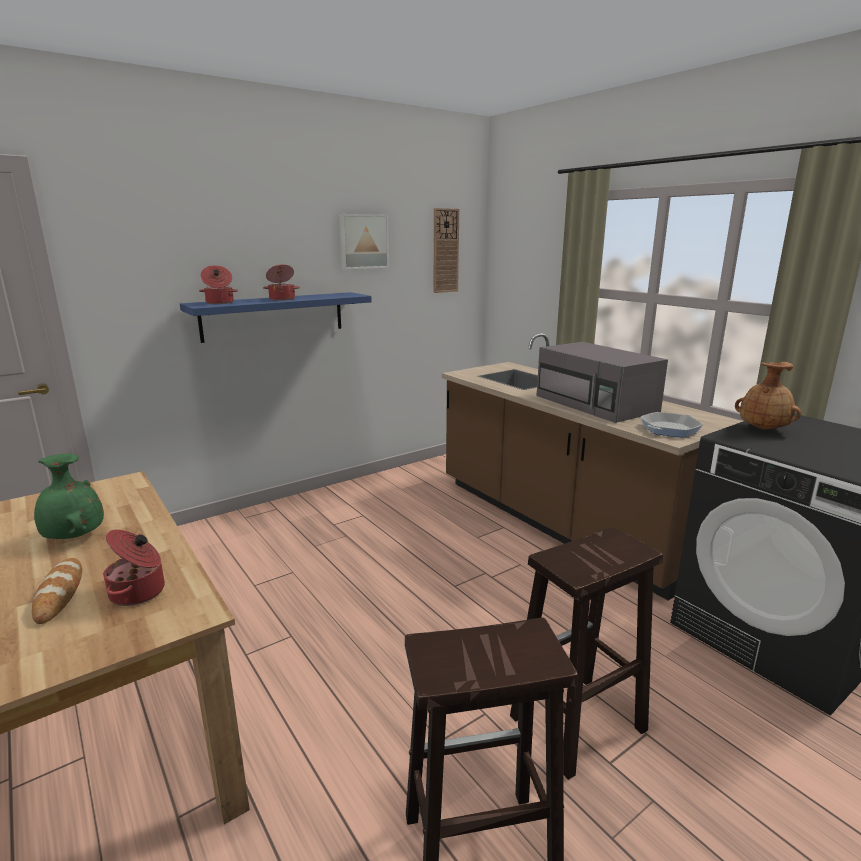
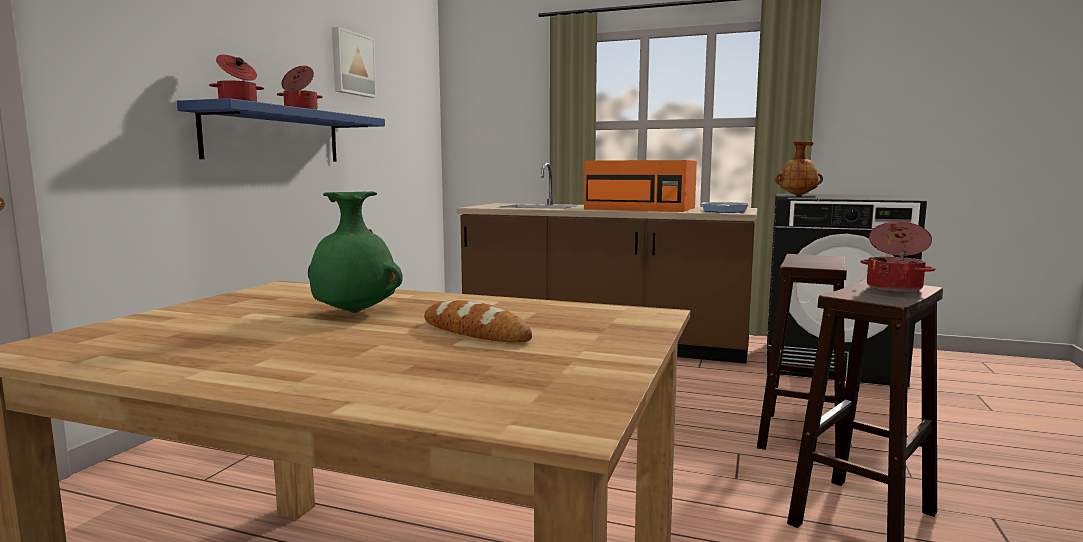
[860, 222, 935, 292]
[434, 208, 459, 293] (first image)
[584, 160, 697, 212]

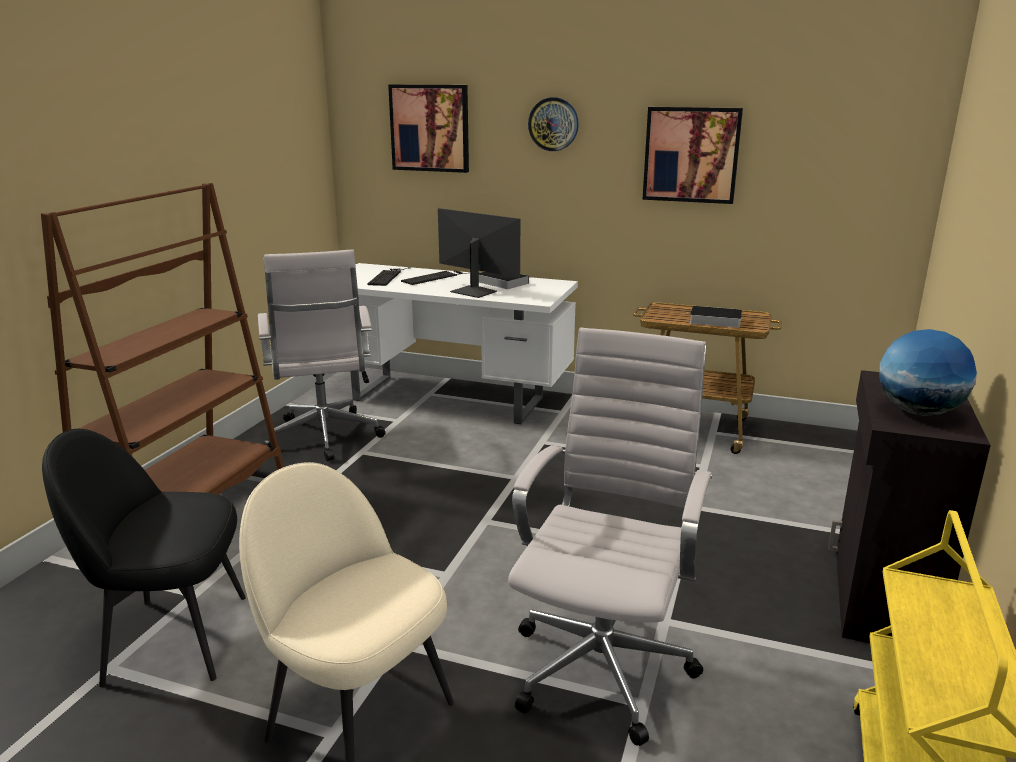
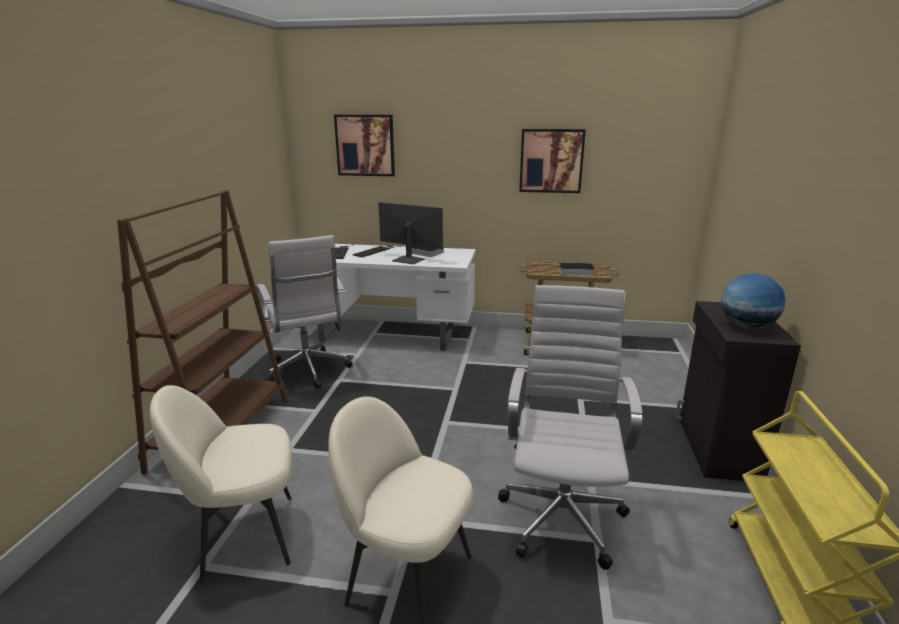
[150, 385, 292, 582]
[528, 97, 579, 151] (first image)

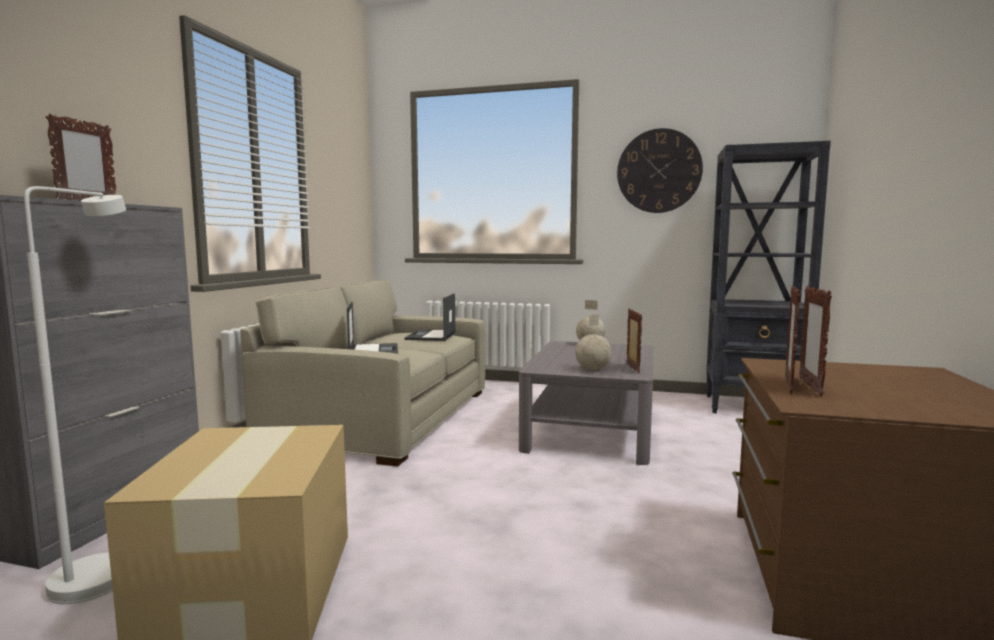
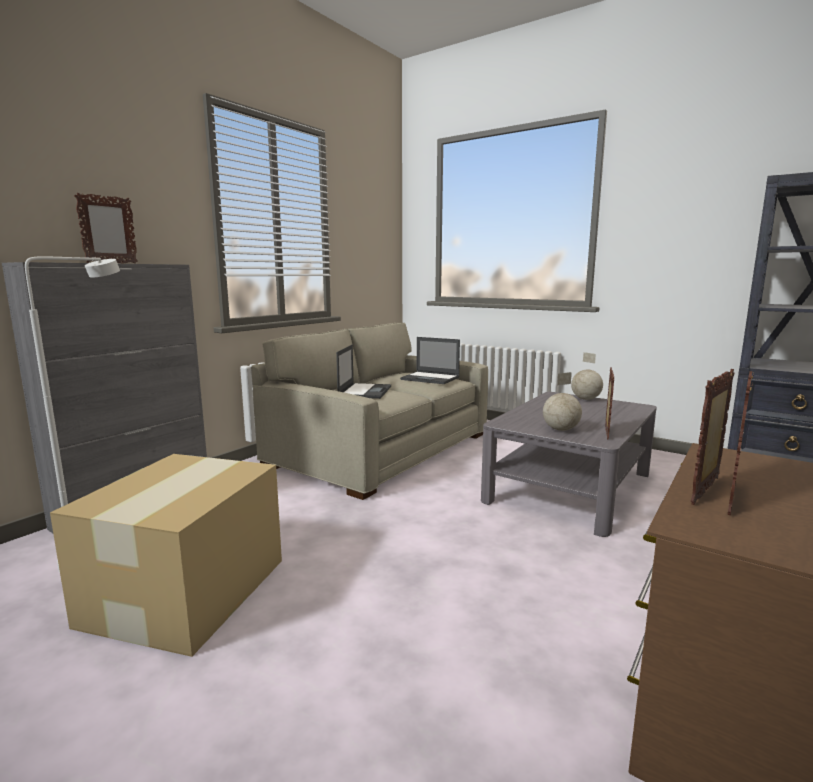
[400, 337, 460, 384]
[617, 128, 703, 213] (first image)

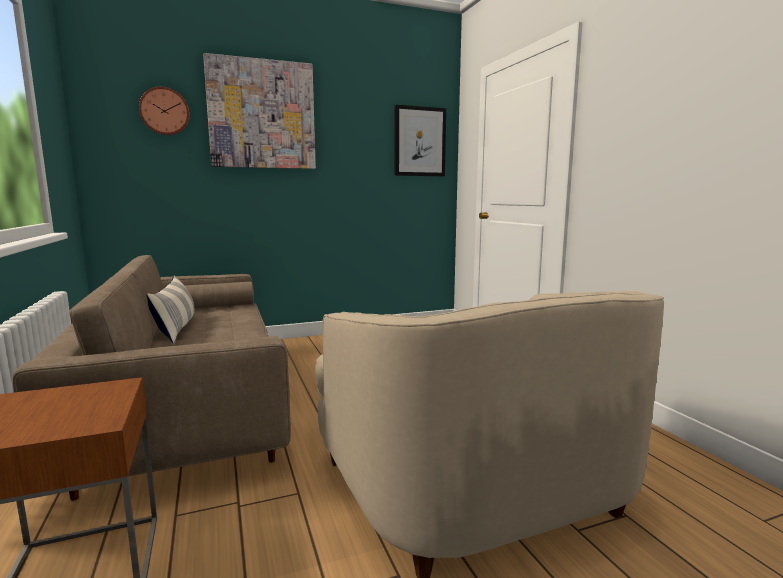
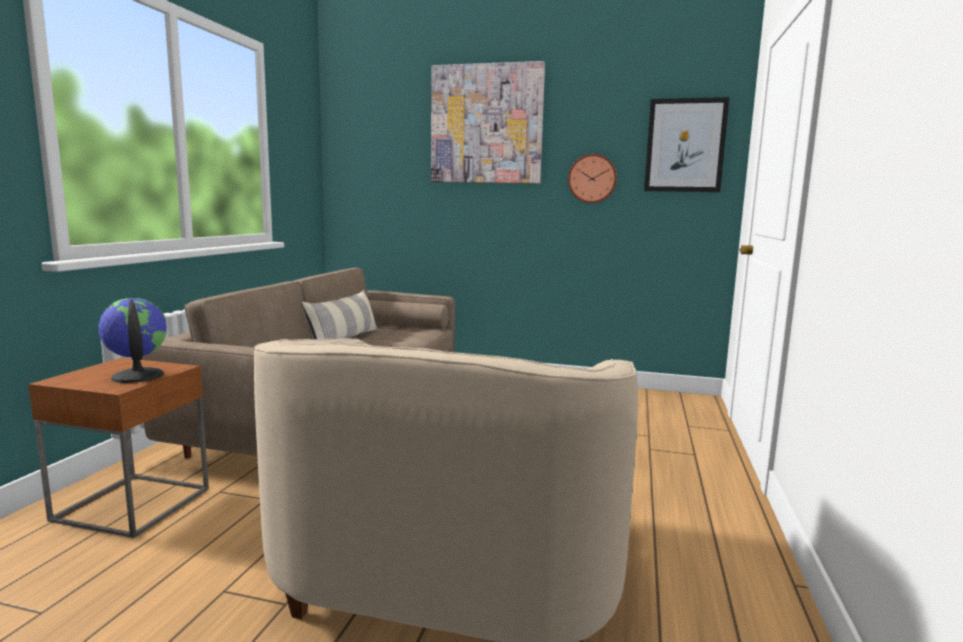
[568, 154, 617, 203]
[98, 298, 167, 383]

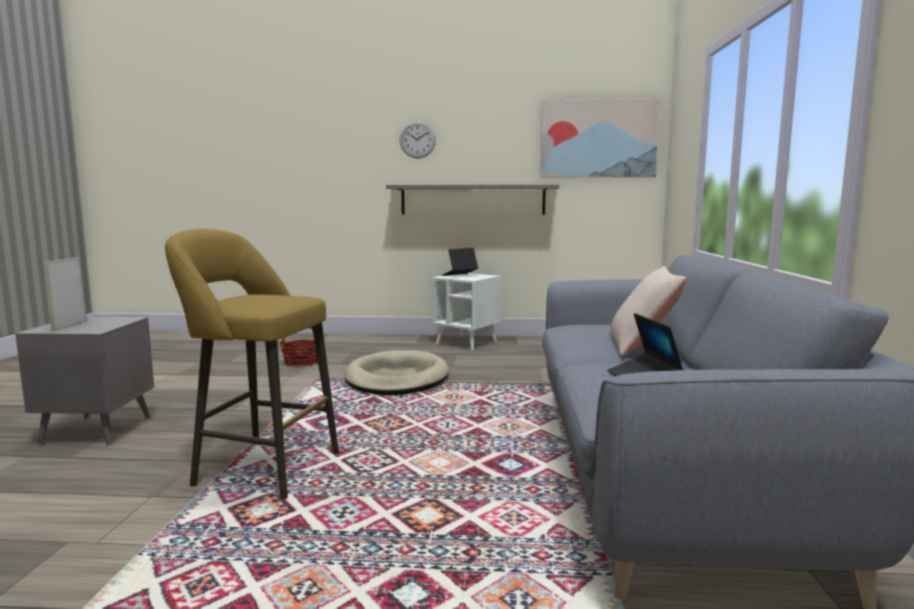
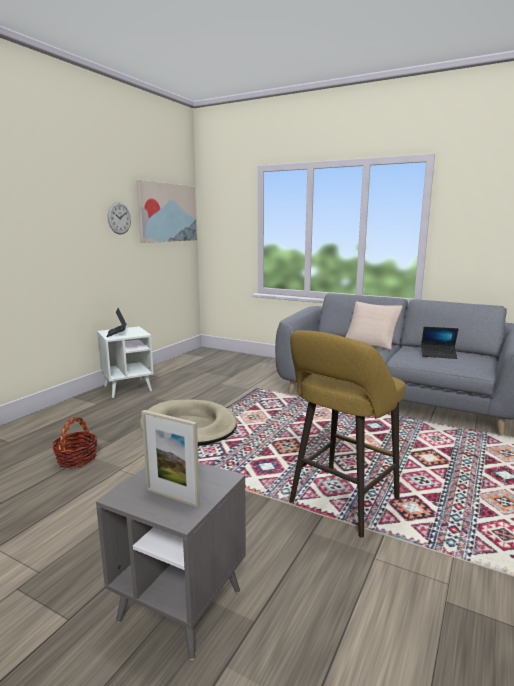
[386, 184, 559, 215] (first image)
[108, 202, 131, 234]

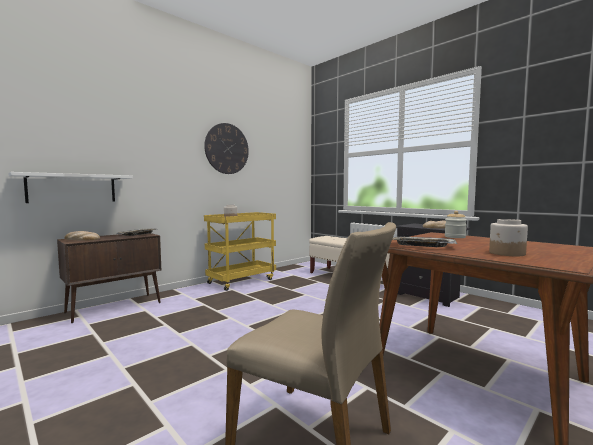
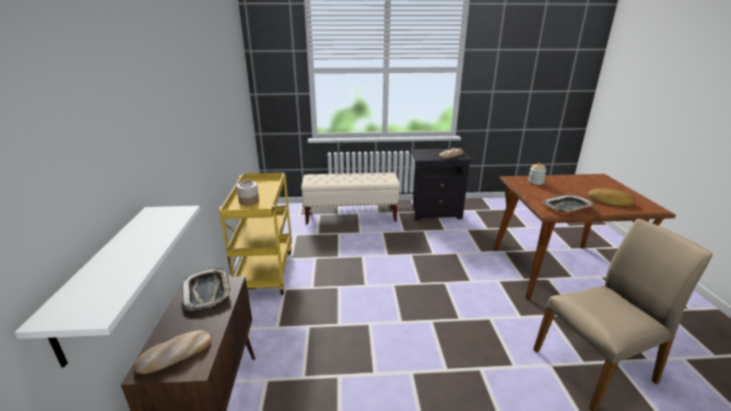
[204, 123, 249, 174] (first image)
[588, 189, 636, 206]

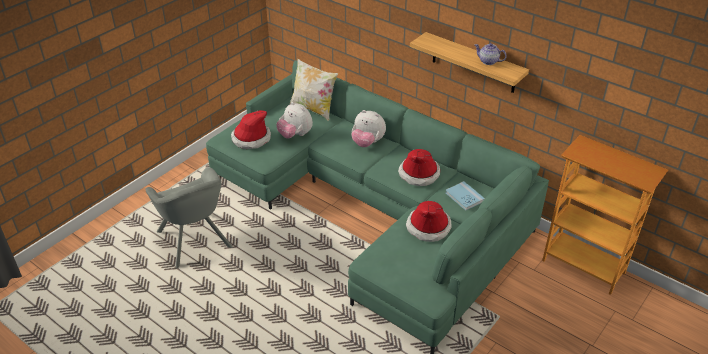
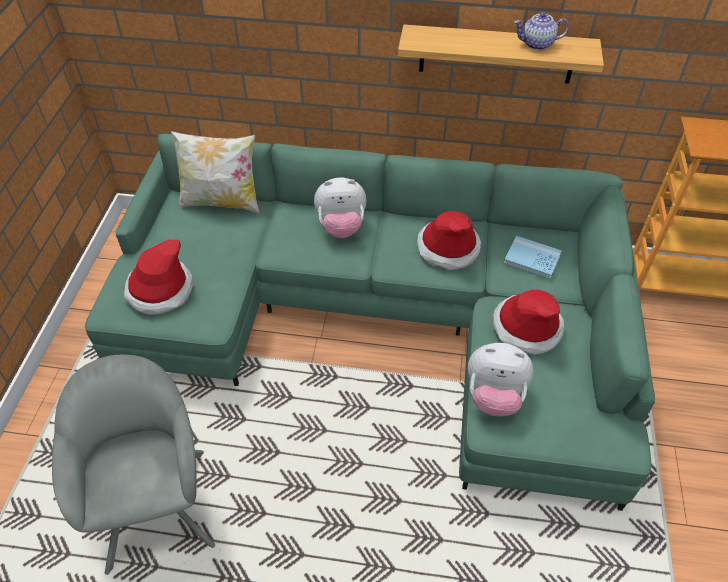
[52, 355, 215, 575]
[468, 343, 533, 416]

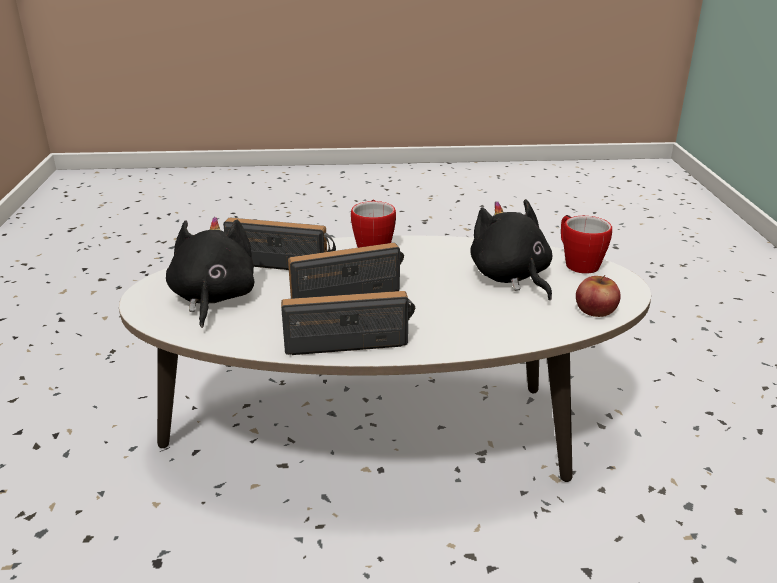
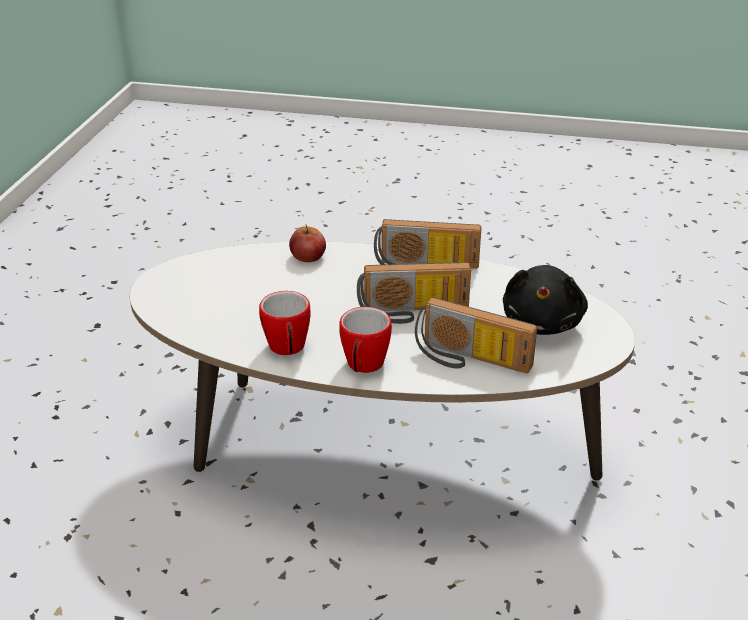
[470, 199, 552, 300] (first image)
[259, 291, 311, 355]
[289, 224, 326, 262]

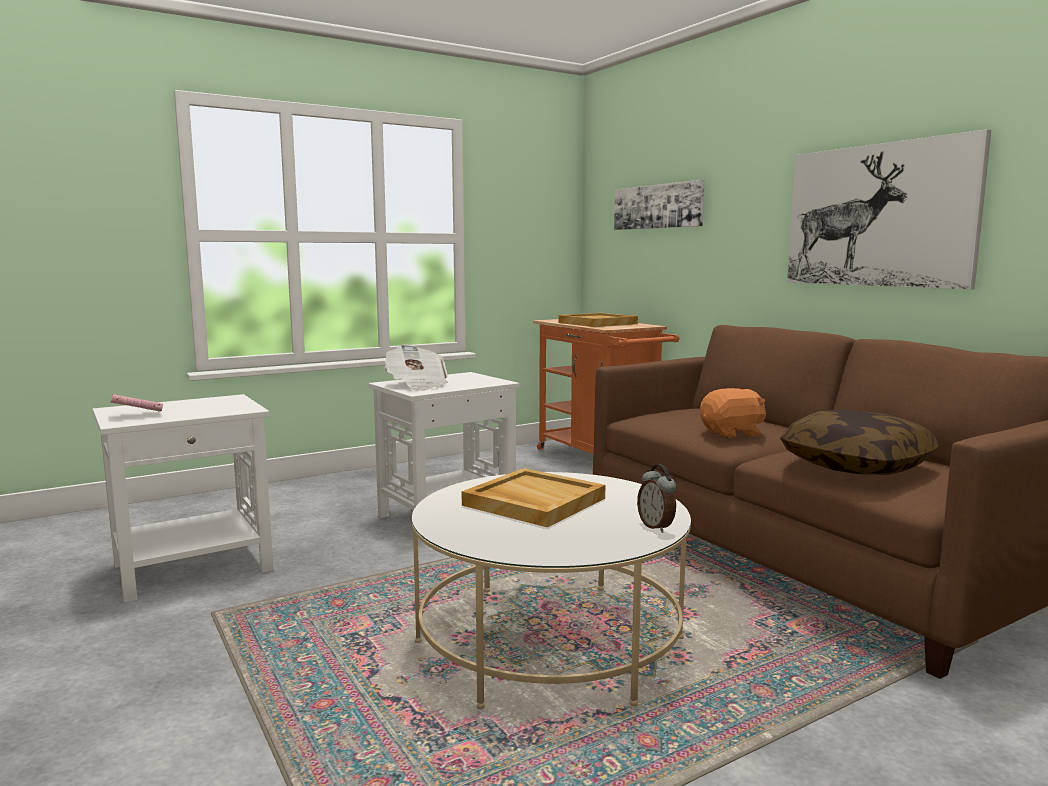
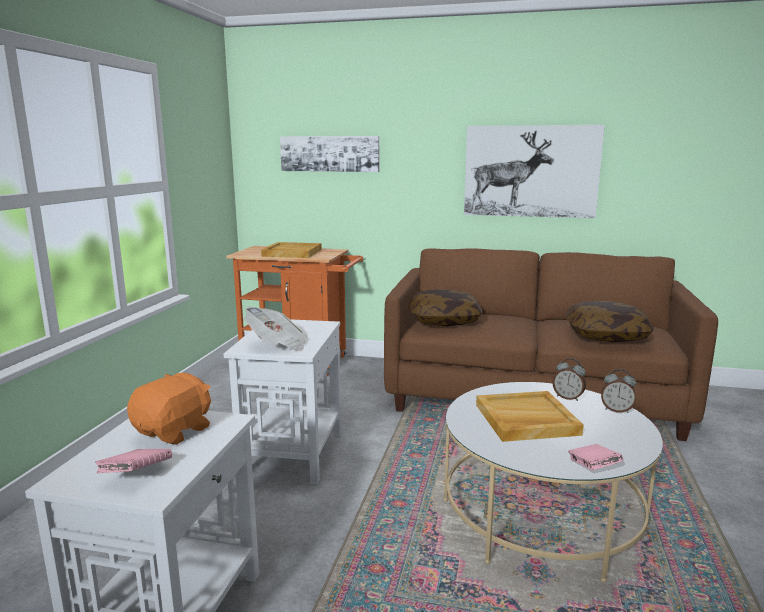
[127, 373, 211, 445]
[408, 289, 482, 326]
[552, 358, 586, 401]
[568, 444, 623, 470]

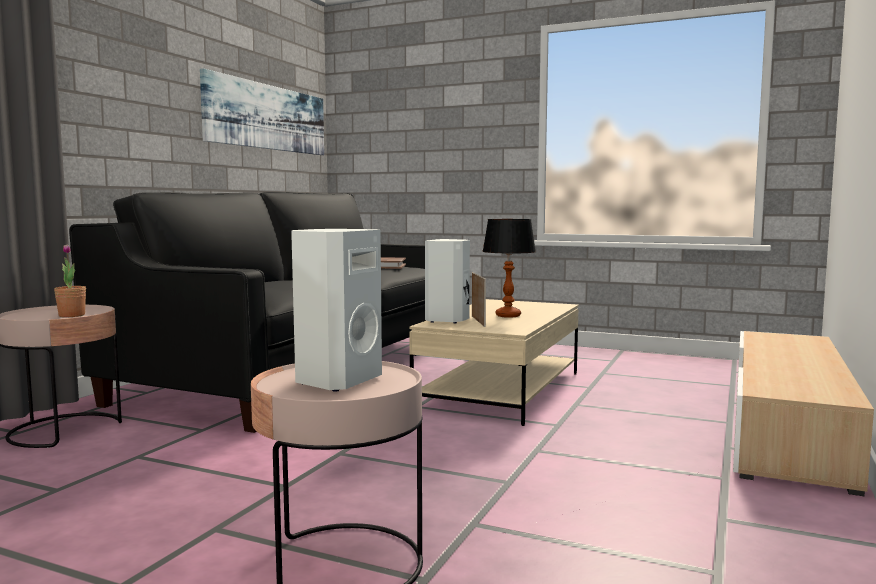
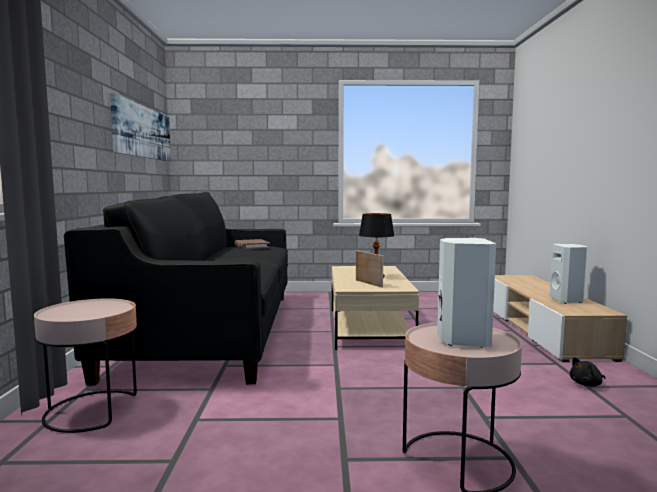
[54, 244, 86, 317] (first image)
[550, 244, 587, 304]
[570, 357, 606, 387]

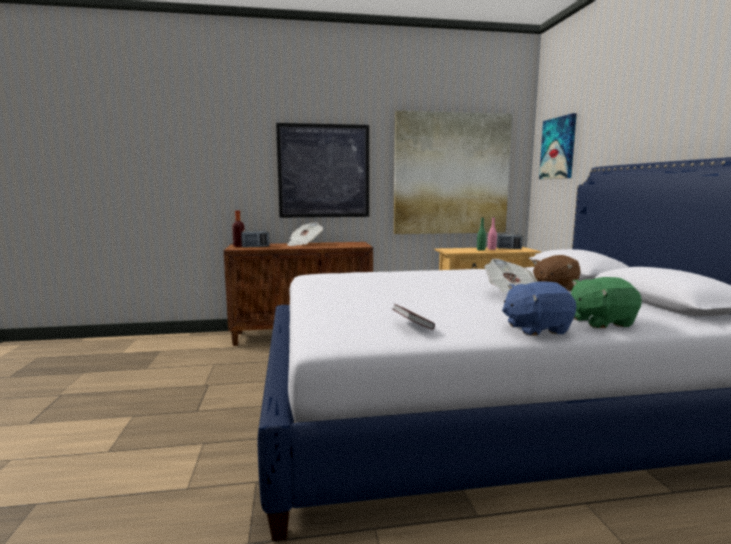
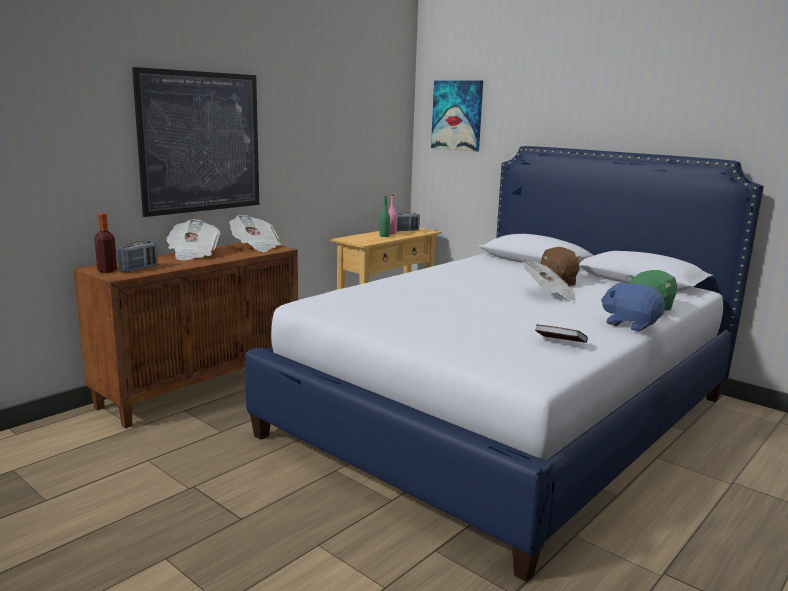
[394, 111, 512, 234] (first image)
[601, 283, 665, 331]
[229, 215, 281, 252]

